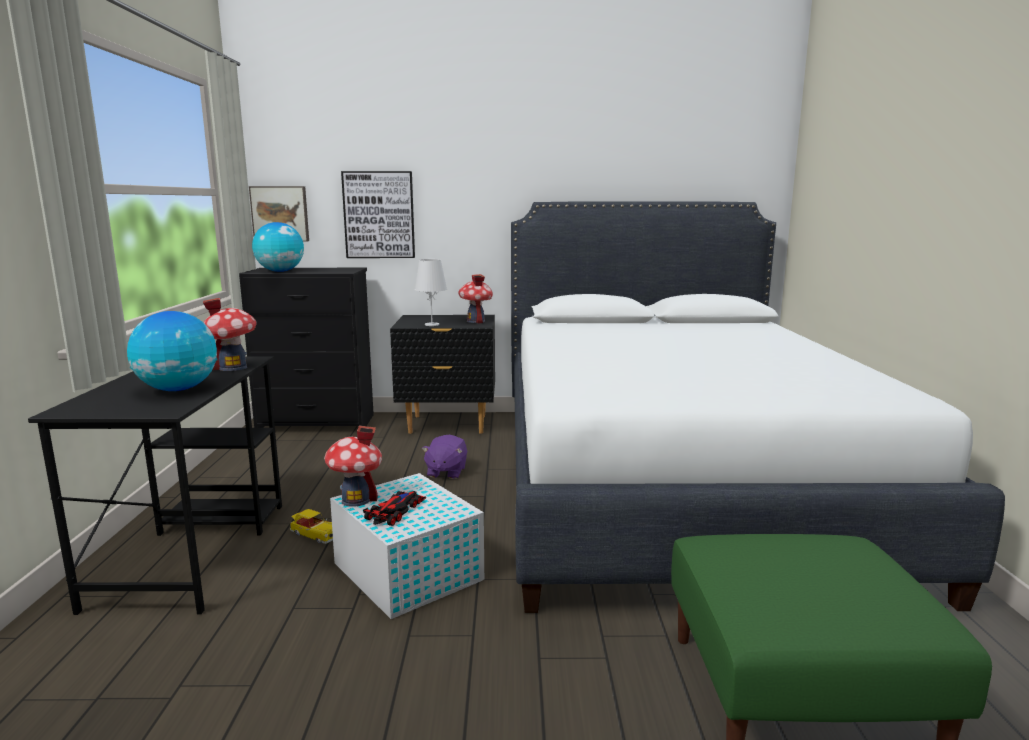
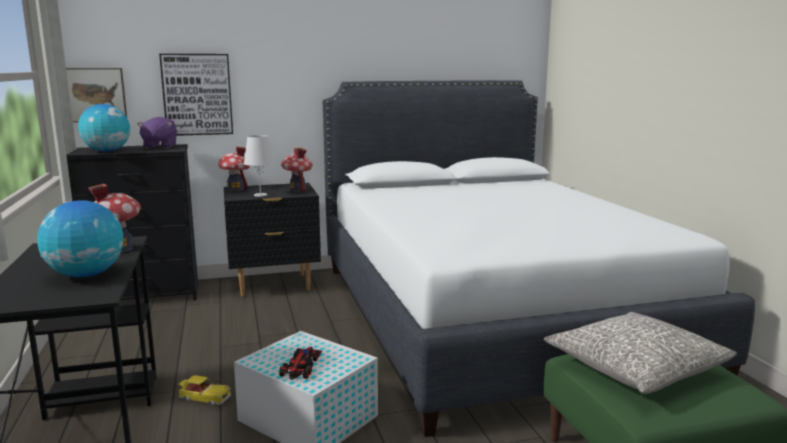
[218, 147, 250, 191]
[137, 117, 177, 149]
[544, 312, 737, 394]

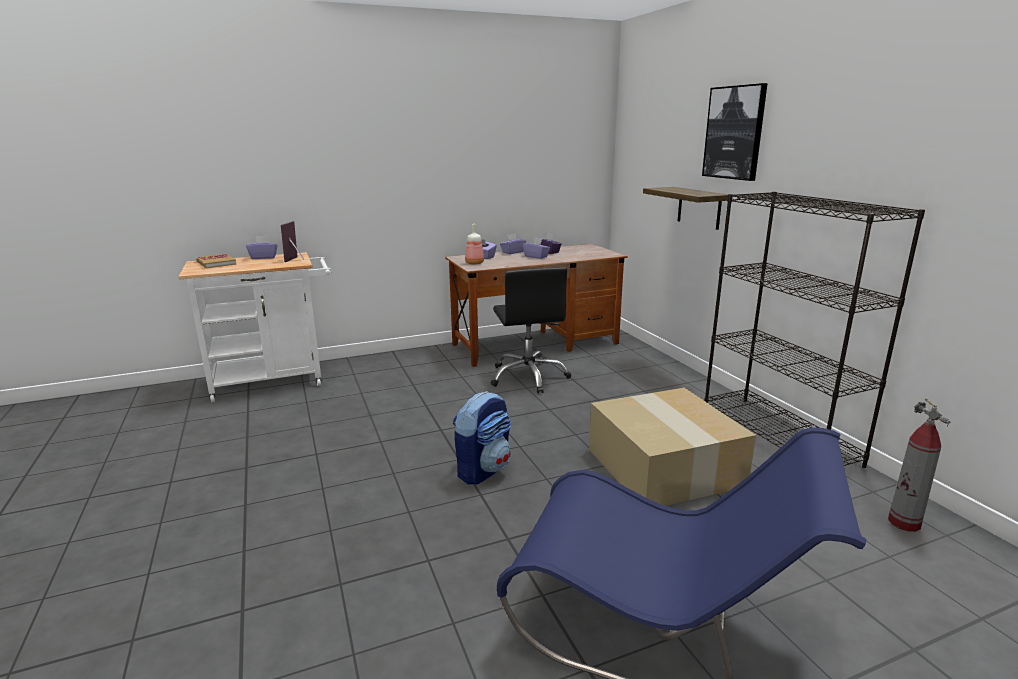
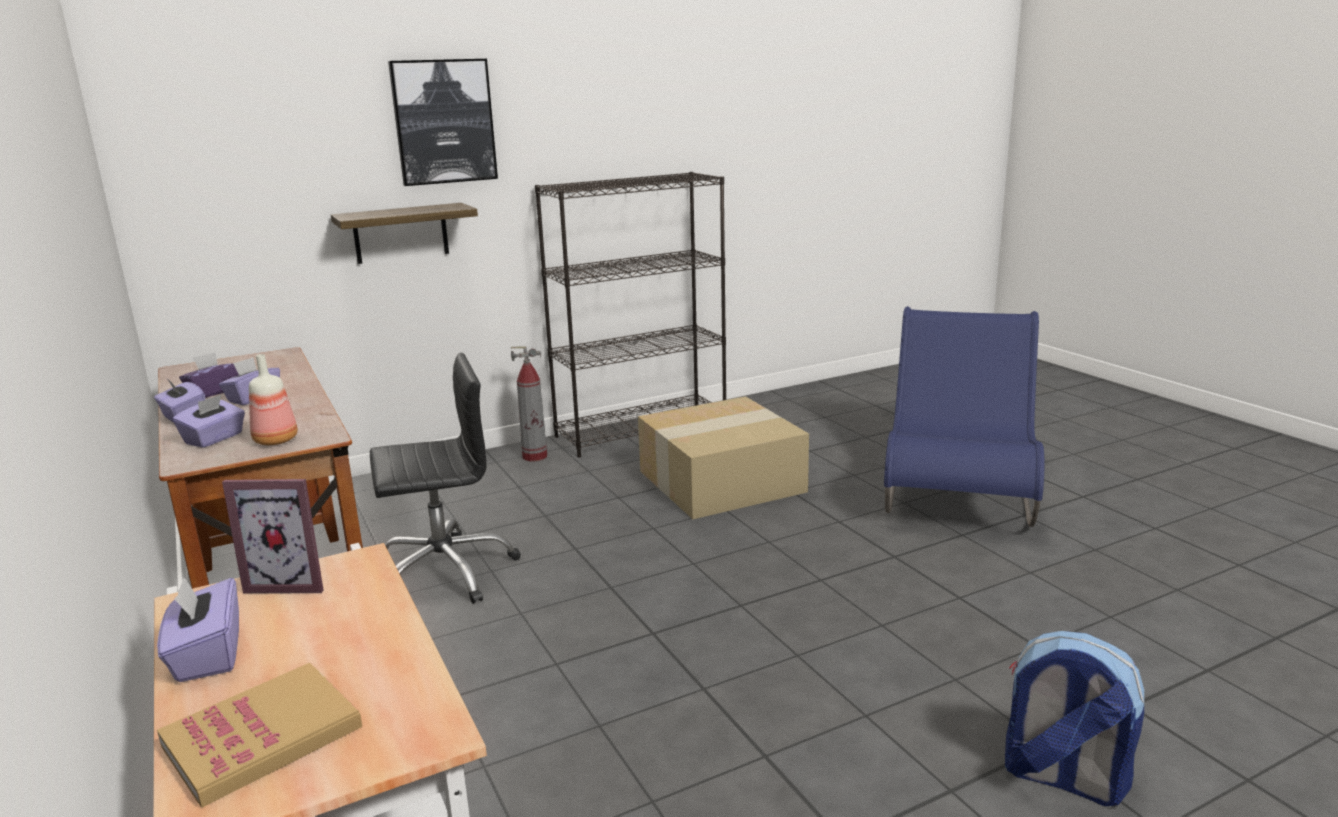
[1005, 631, 1144, 806]
[511, 346, 547, 461]

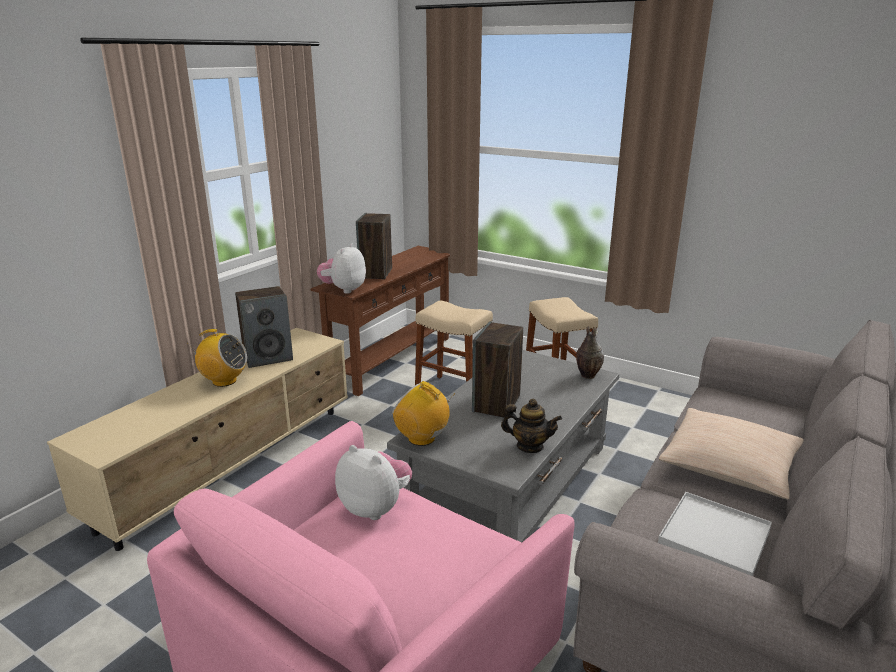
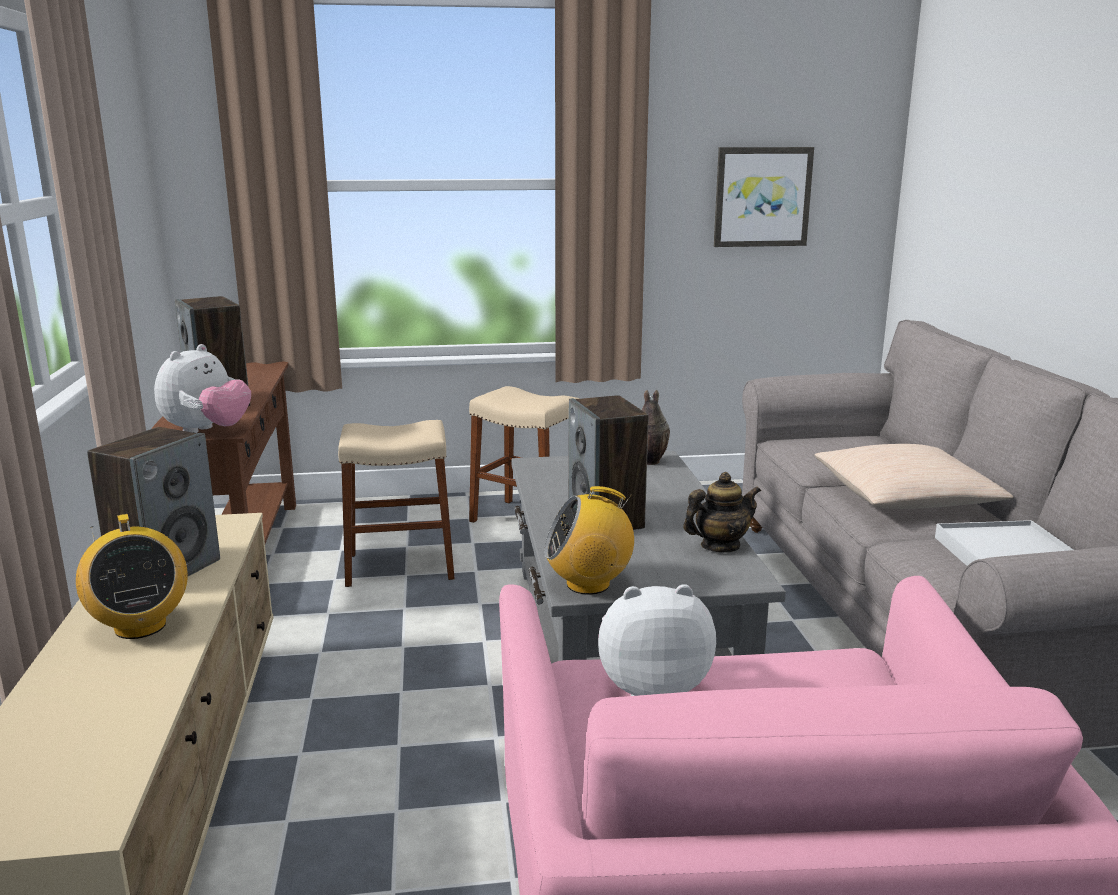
[76, 514, 188, 639]
[154, 344, 251, 433]
[714, 147, 814, 247]

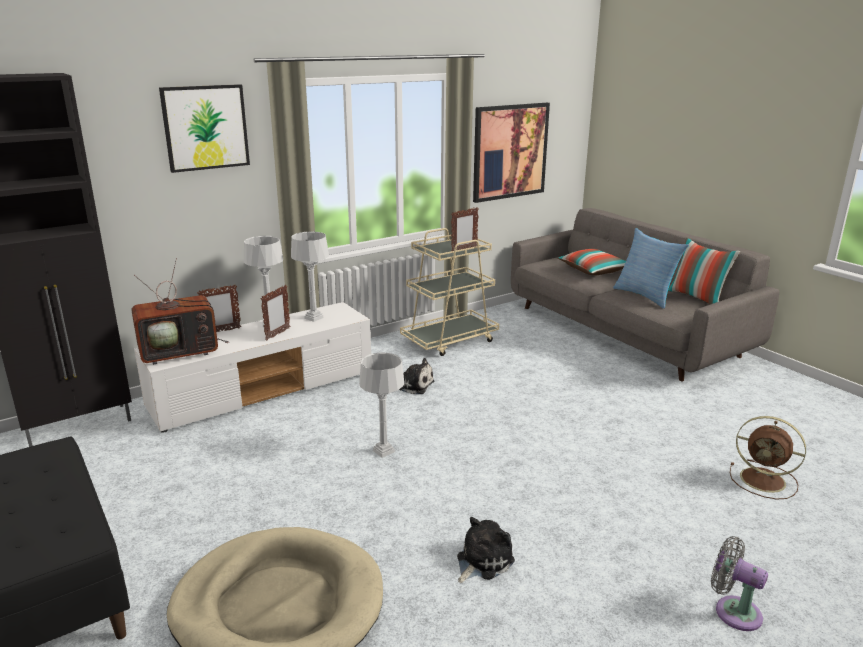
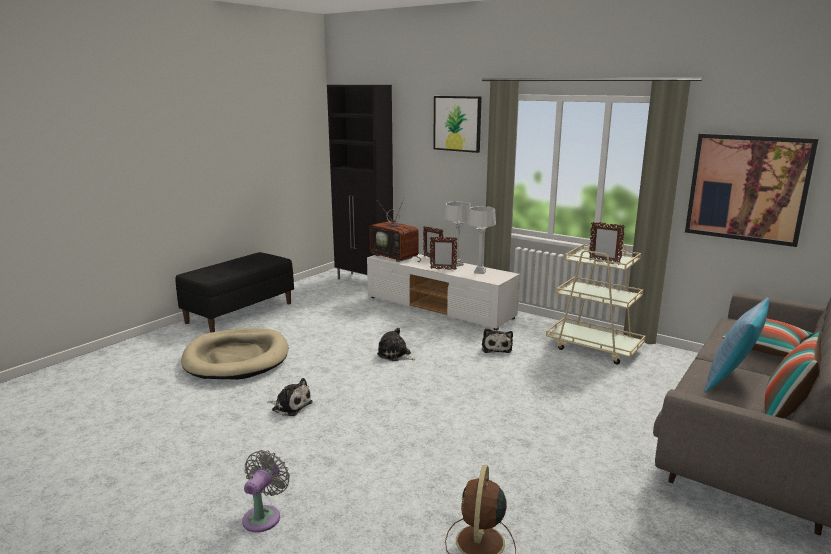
[377, 328, 415, 361]

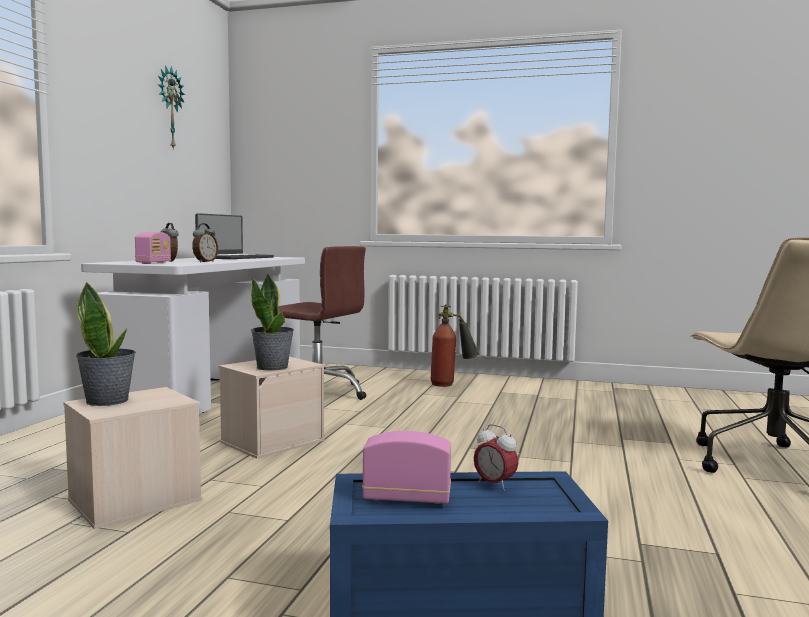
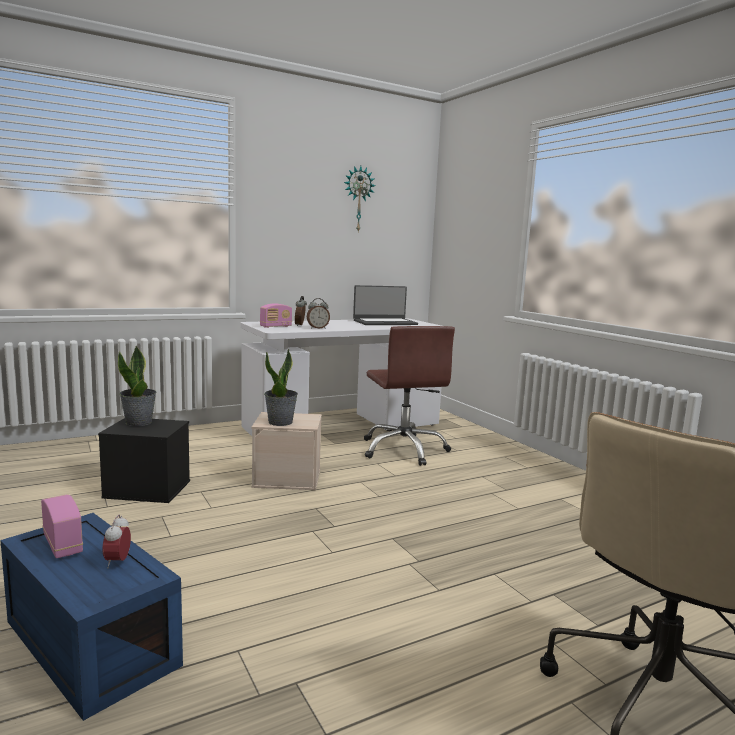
[98, 418, 190, 503]
[431, 304, 479, 387] (first image)

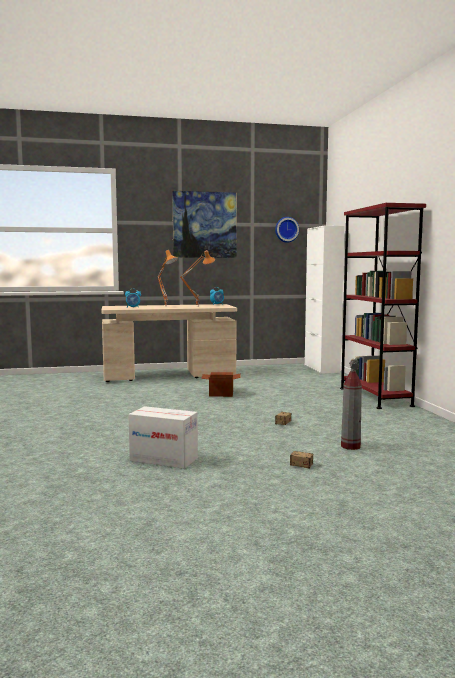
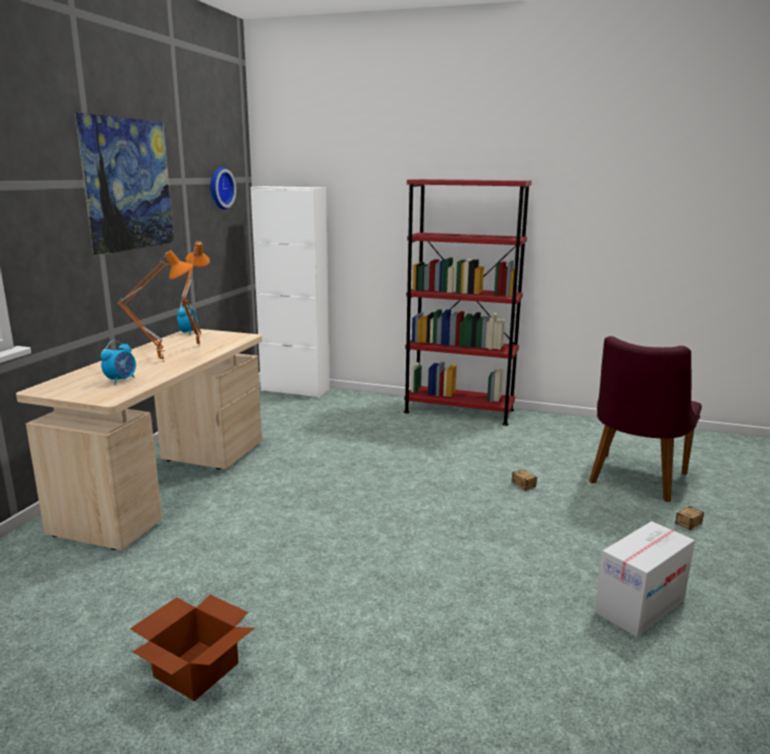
[130, 594, 254, 701]
[589, 336, 702, 502]

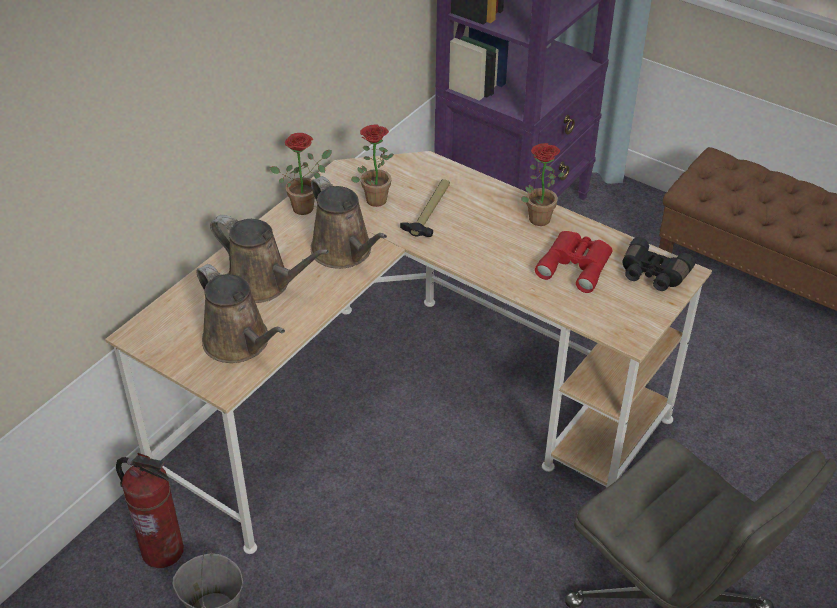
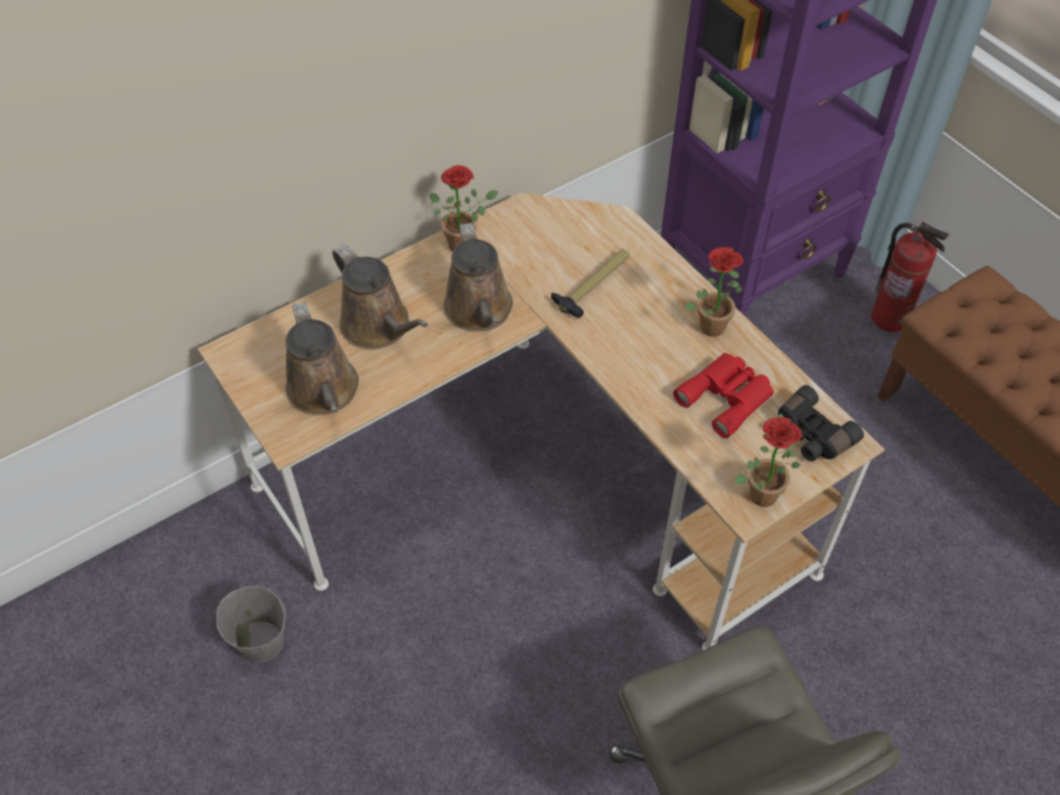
[871, 222, 949, 332]
[734, 414, 802, 507]

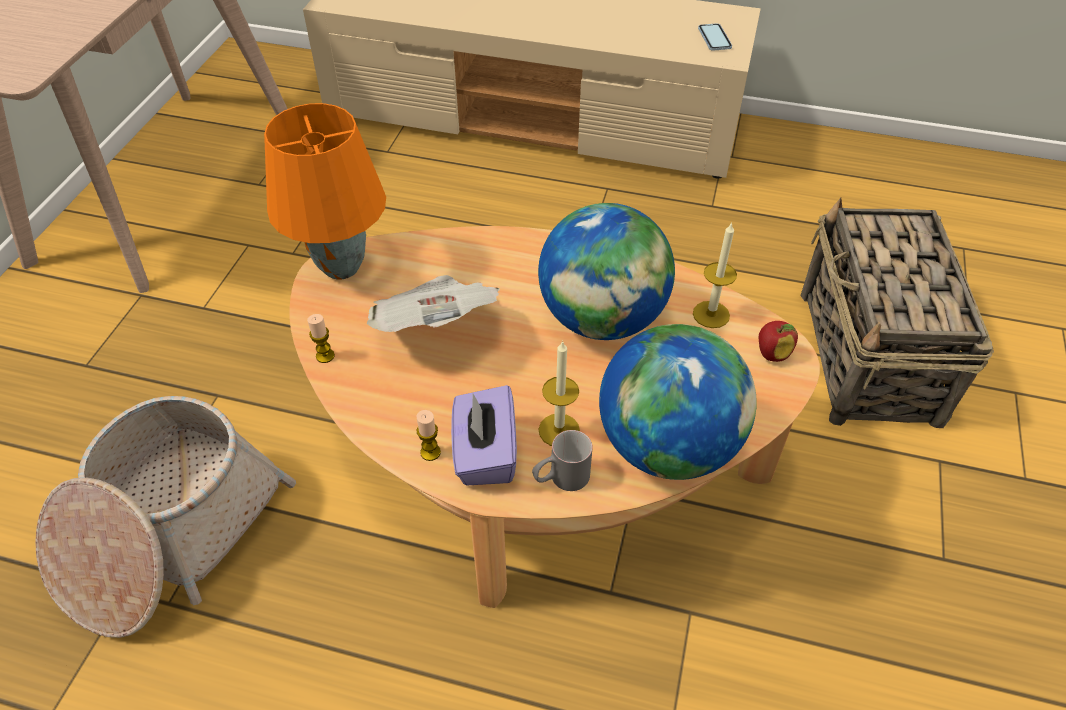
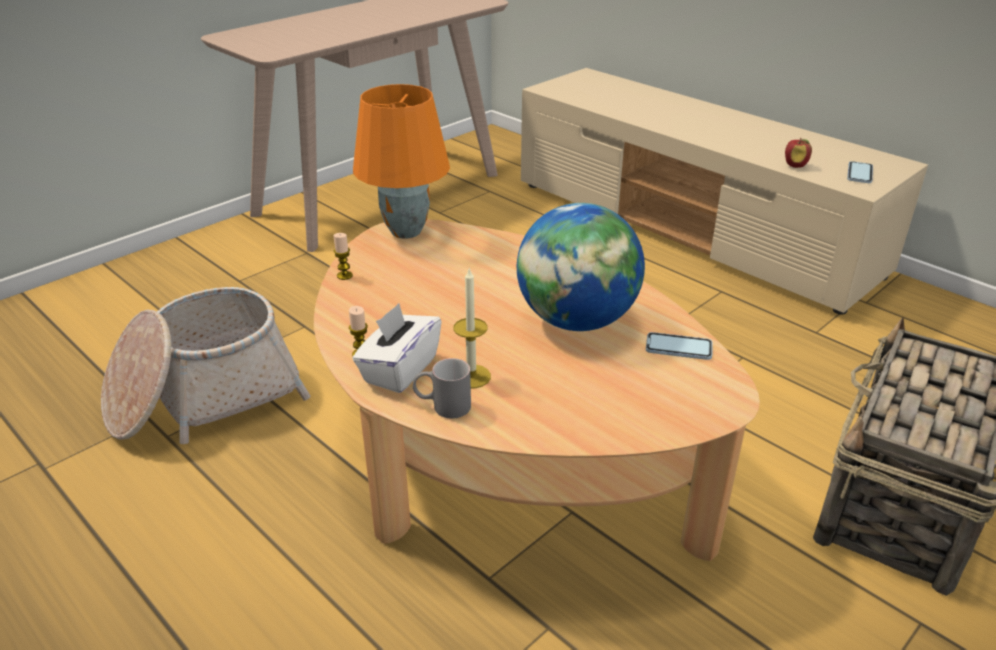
[367, 275, 500, 332] (first image)
[352, 303, 442, 393]
[599, 324, 757, 480] (first image)
[646, 332, 713, 360]
[785, 138, 812, 168]

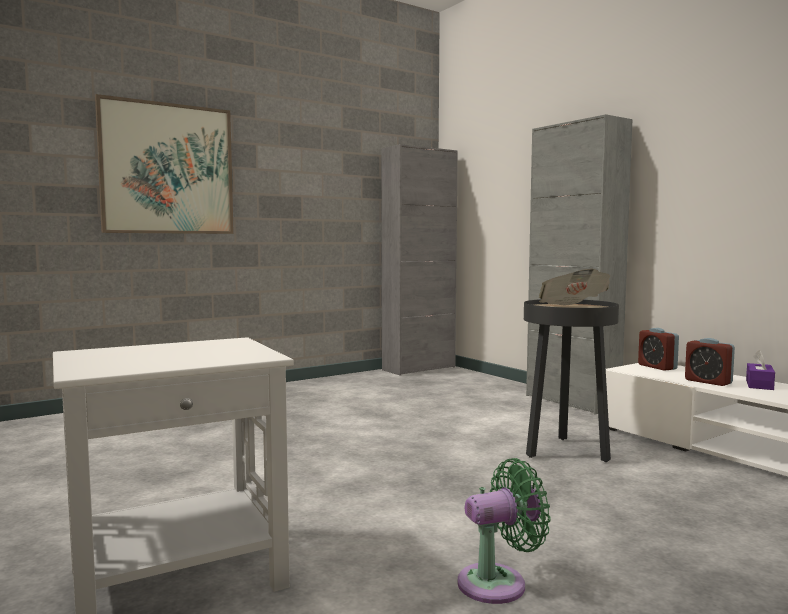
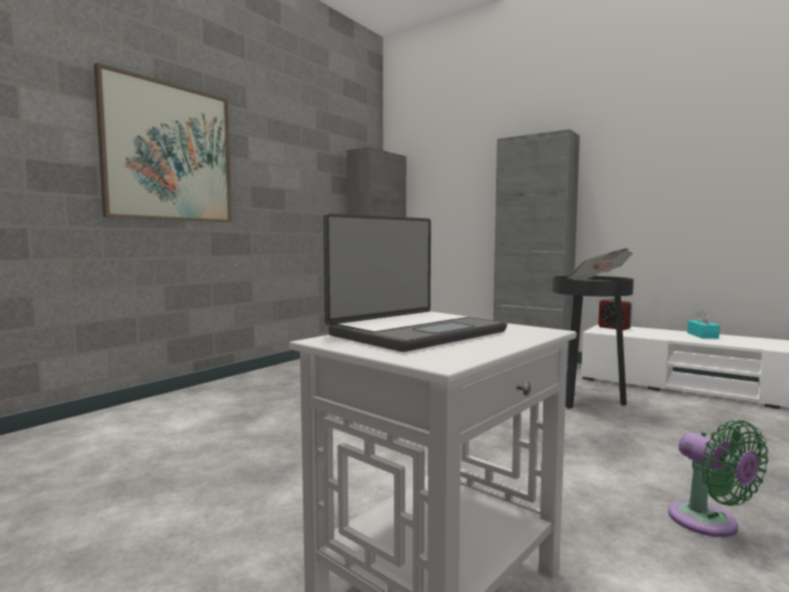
[668, 420, 769, 537]
[685, 338, 735, 386] (first image)
[687, 310, 720, 339]
[323, 213, 507, 352]

